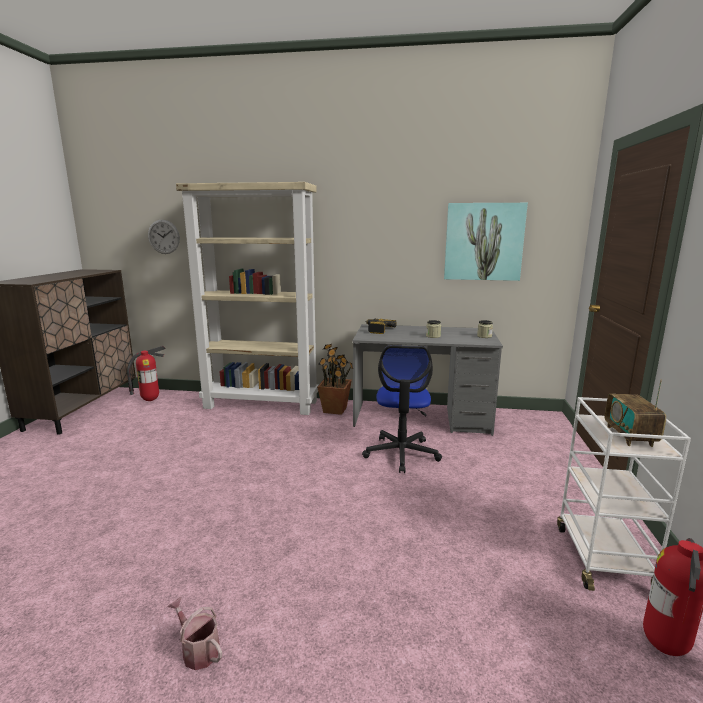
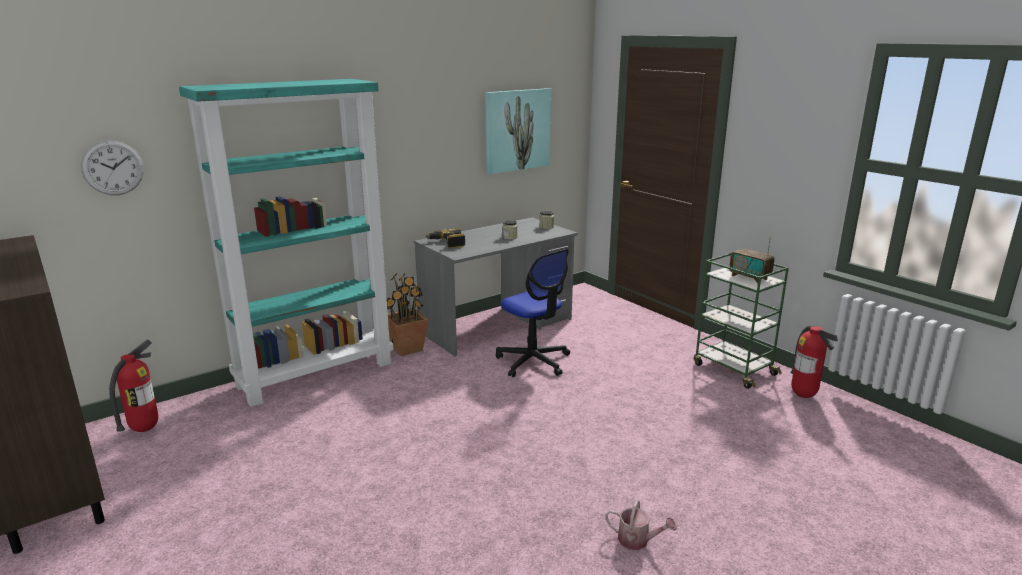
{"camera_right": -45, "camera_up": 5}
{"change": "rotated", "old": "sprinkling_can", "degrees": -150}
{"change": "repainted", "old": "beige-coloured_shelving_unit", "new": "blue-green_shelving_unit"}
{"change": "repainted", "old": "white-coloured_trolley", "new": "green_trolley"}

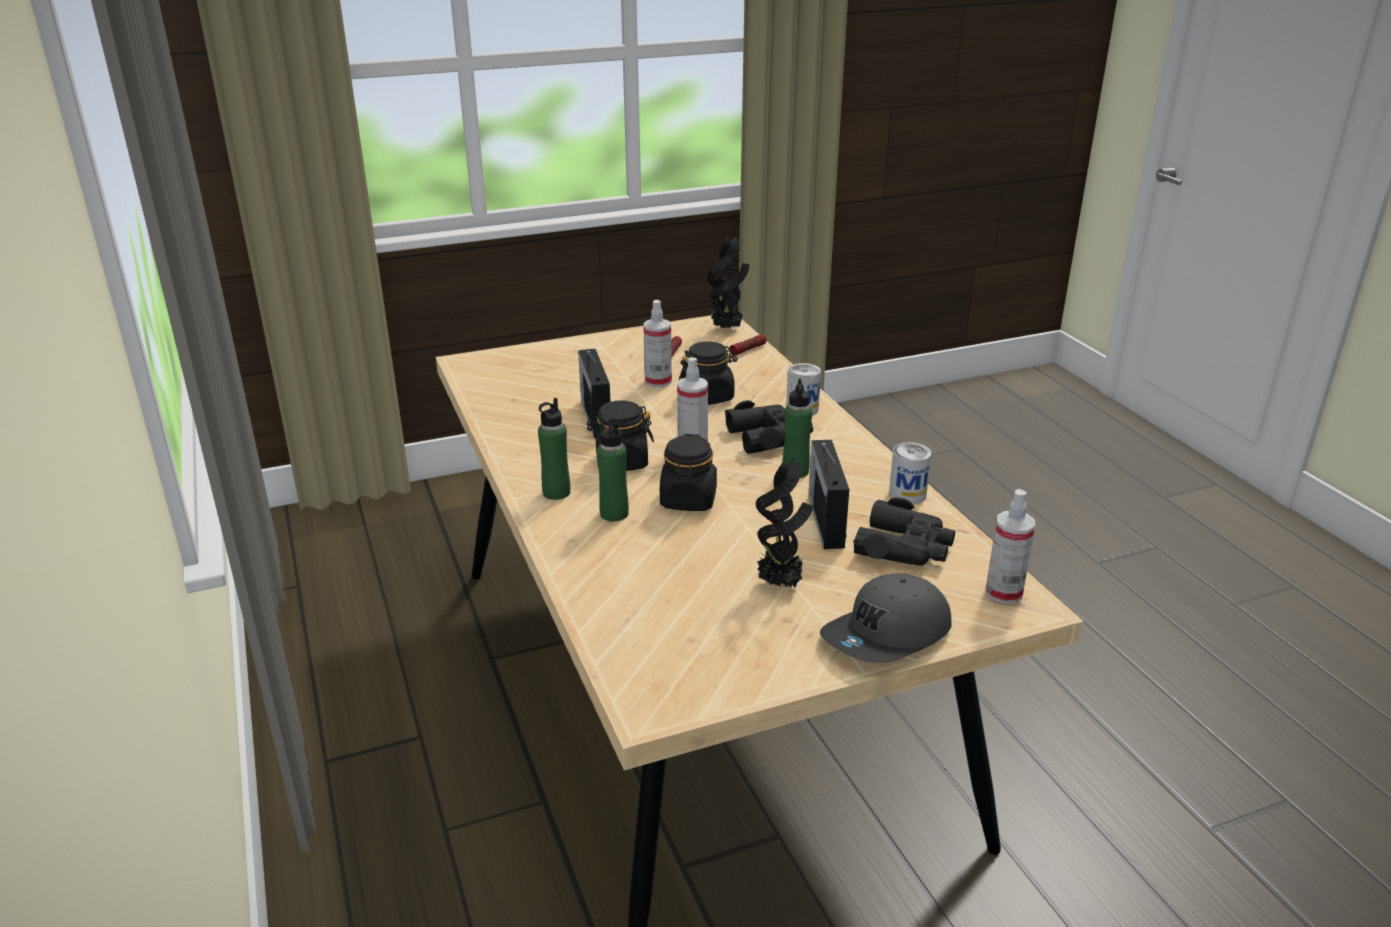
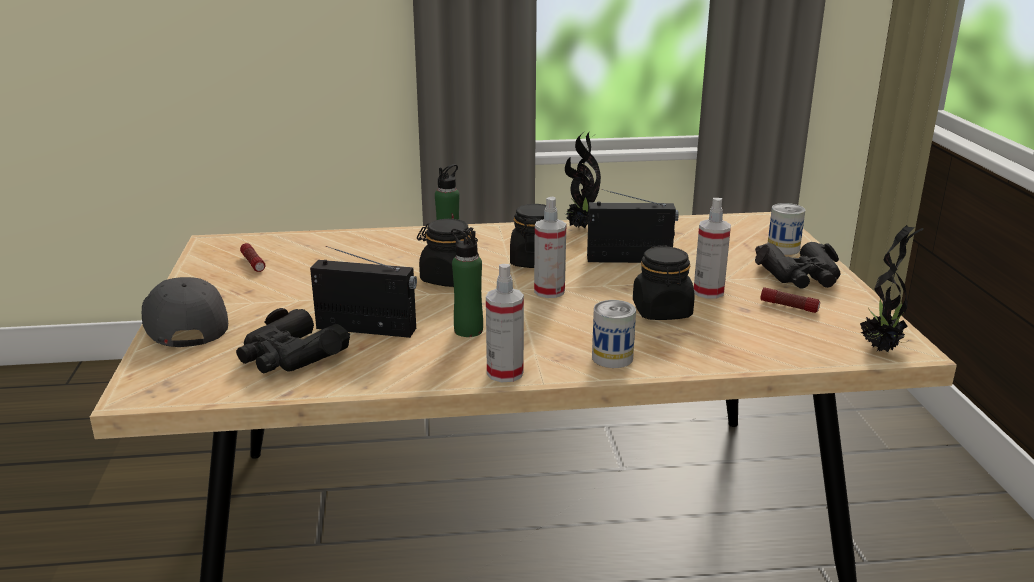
{"camera_right": 105, "camera_up": -5}
{"change": "gone", "old": "green_drink_bottle (no. 1 from left)"}
{"change": "shifted", "old": "black_field_glasses (no. 1 from left in the first image)", "new": "black_field_glasses (no. 2 from left)"}
{"change": "shifted", "old": "torch (no. 2 from left in the first image)", "new": "torch (no. 1 from left)"}
{"change": "shifted", "old": "houseplant (no. 2 from left in the first image)", "new": "houseplant (no. 1 from left)"}
{"change": "shifted", "old": "sealed_can (no. 2 from left)"}
{"change": "shifted", "old": "hand_sprayer (no. 3 from left in the first image)", "new": "hand_sprayer (no. 1 from left)"}

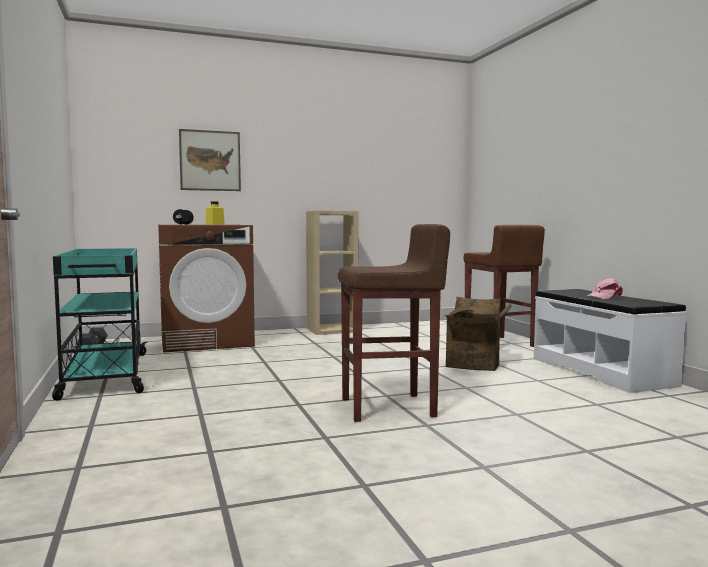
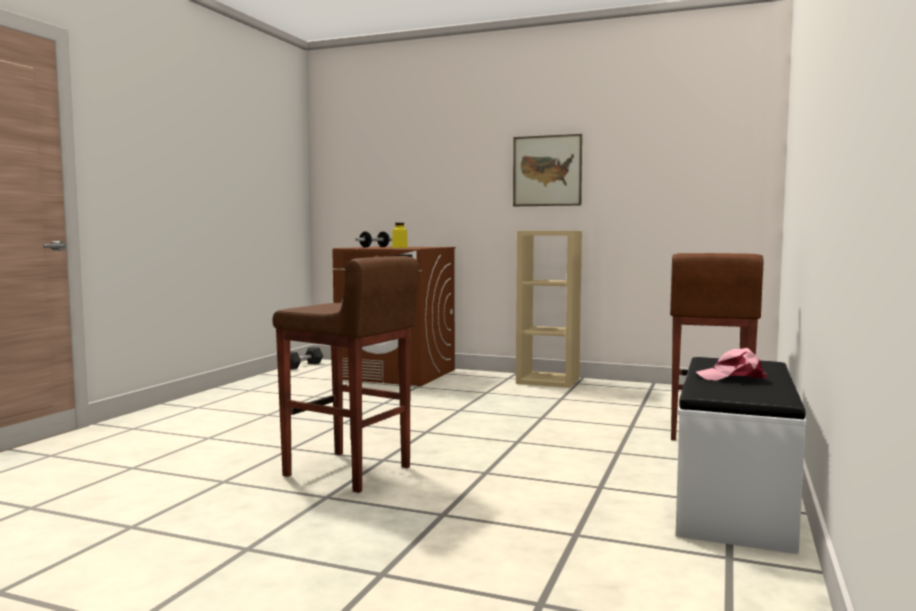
{"camera_right": 40, "camera_up": 0}
{"change": "gone", "old": "blue-green_trolley"}
{"change": "shifted", "old": "wall_picture"}
{"change": "gone", "old": "cardboard_box"}

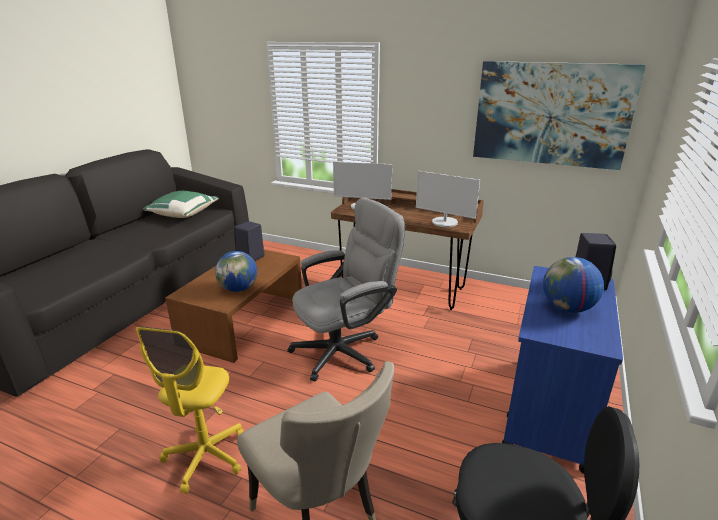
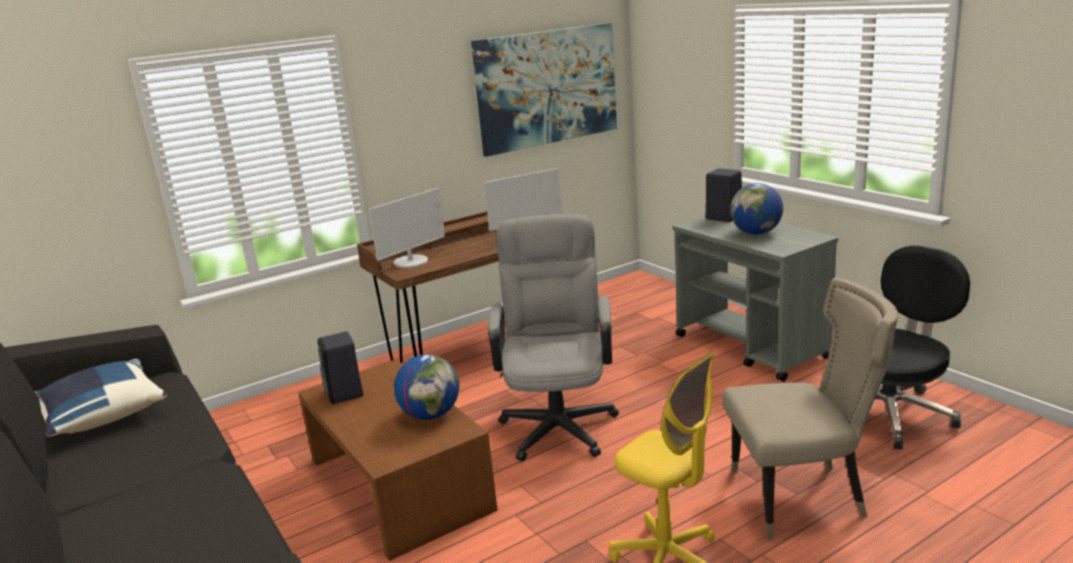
{"camera_right": -55, "camera_up": -5}
{"change": "repainted", "old": "green_cushion", "new": "blue_cushion"}
{"change": "repainted", "old": "blue_trolley", "new": "gray_trolley"}

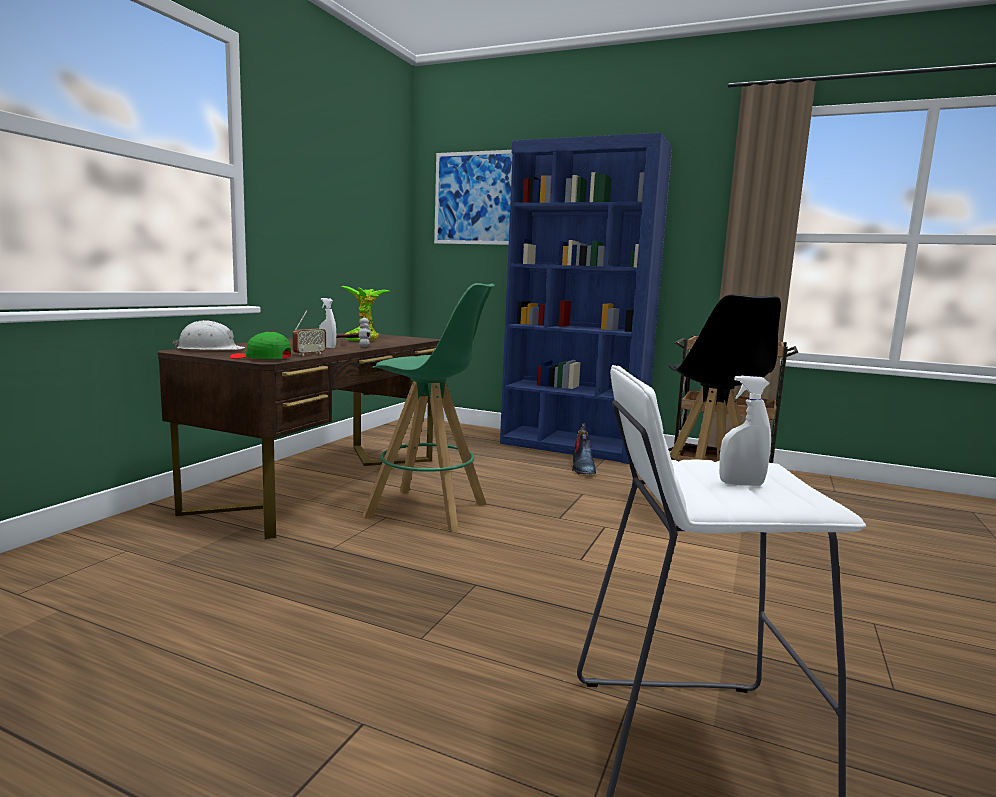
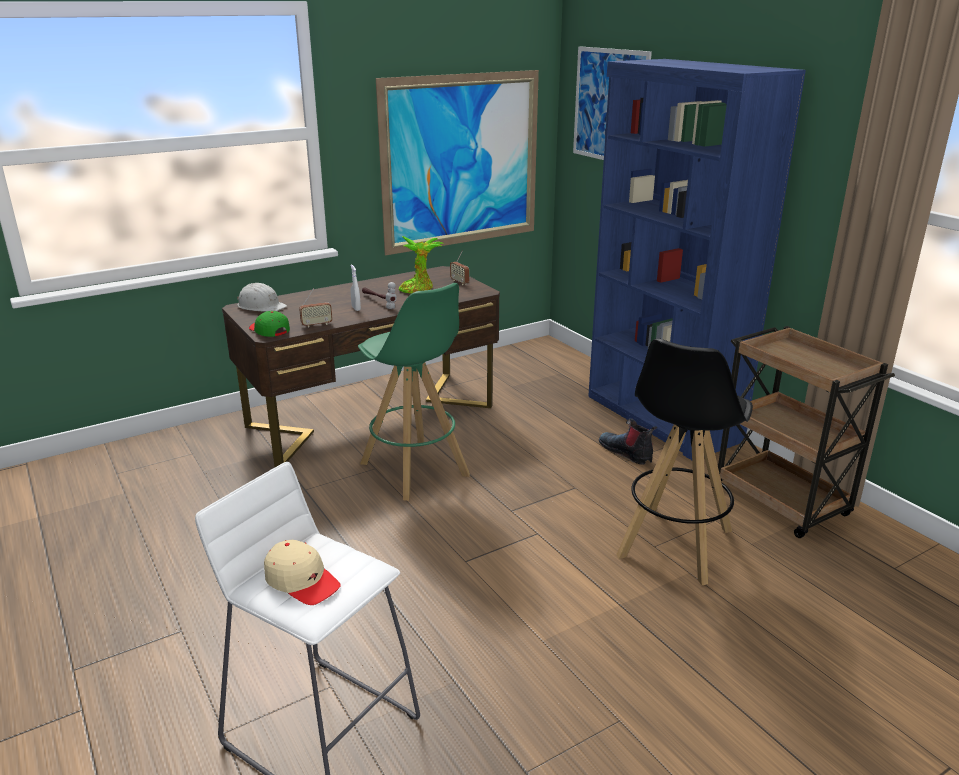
{"camera_right": 35, "camera_up": 15}
{"change": "rotated", "old": "high-top_boot", "degrees": 105}
{"change": "swapped", "old": "white-coloured_hand_sprayer (no. 2 from left)", "new": "beige-coloured_peaked_cap"}
{"change": "new", "new": "wall_picture (no. 1 from left)"}
{"change": "new", "new": "radio_receiver (no. 2 from left)"}

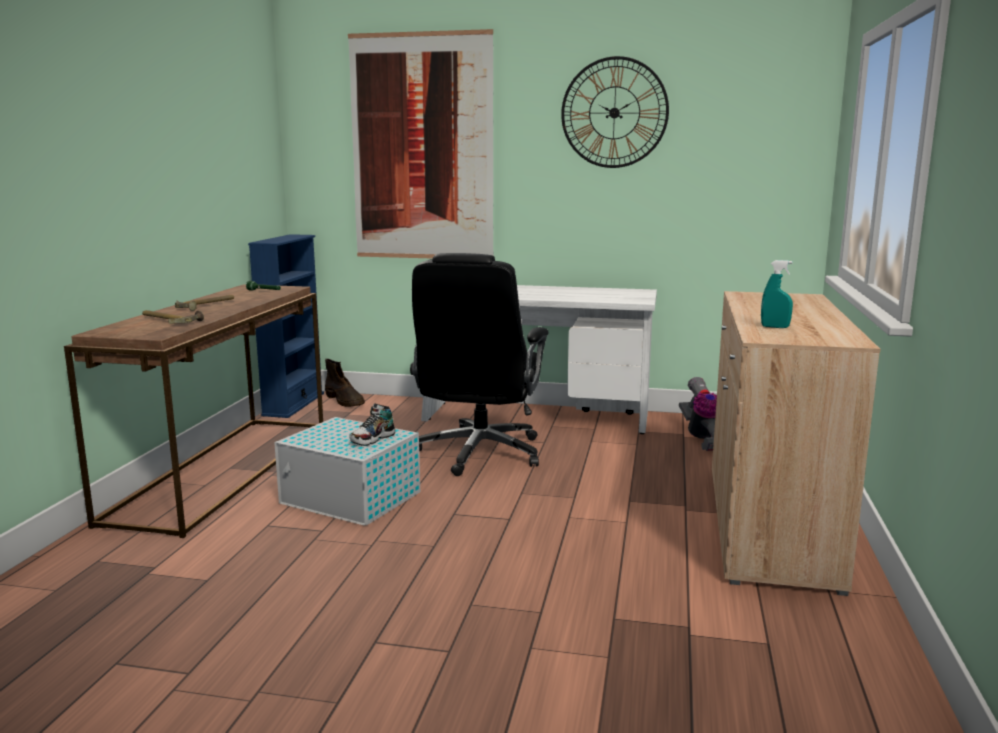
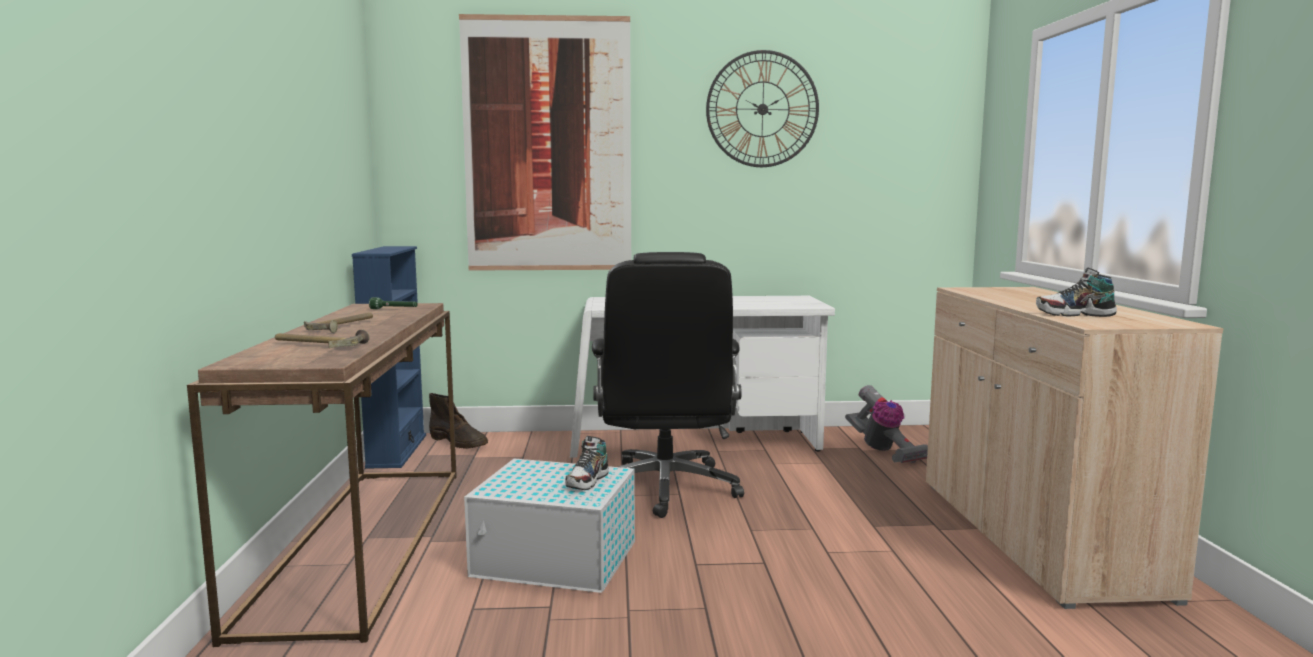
{"camera_right": -15, "camera_up": -5}
{"change": "swapped", "old": "blue-green_hand_sprayer", "new": "low_shoe (no. 2 from left)"}

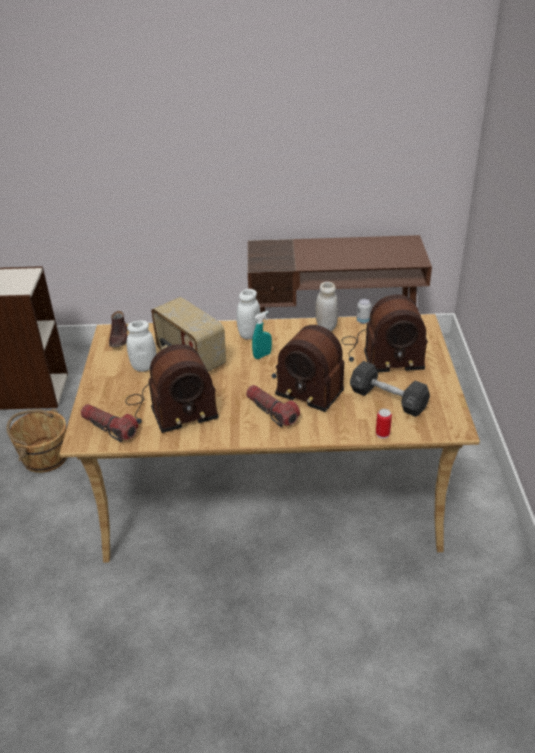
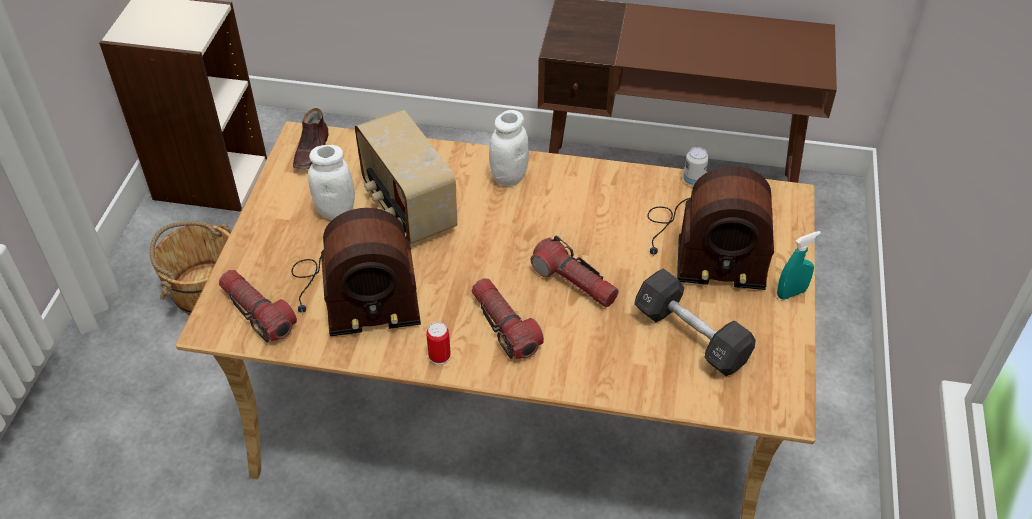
{"camera_right": 10, "camera_up": 10}
{"change": "shifted", "old": "blue-green_hand_sprayer"}
{"change": "swapped", "old": "radio_receiver (no. 3 from left)", "new": "torch (no. 3 from left)"}
{"change": "gone", "old": "white-coloured_jar (no. 3 from left)"}
{"change": "shifted", "old": "sealed_can (no. 2 from left in the first image)", "new": "sealed_can (no. 1 from left)"}

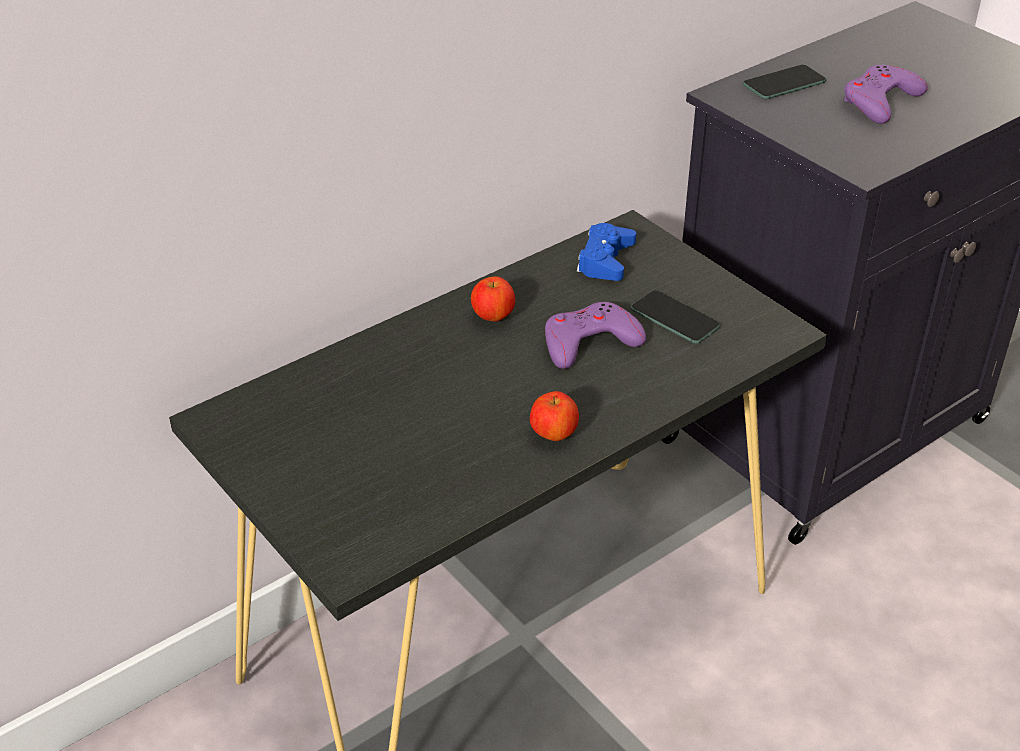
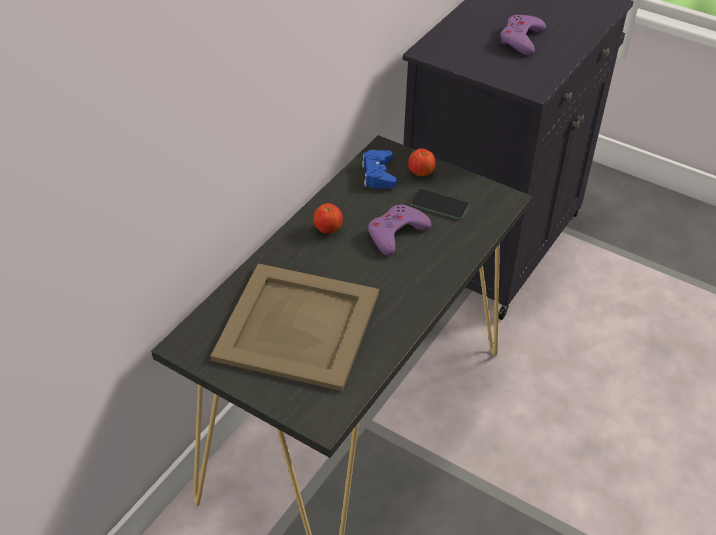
{"camera_right": -20, "camera_up": 5}
{"change": "shifted", "old": "apple_fruit (no. 2 from left)"}
{"change": "gone", "old": "handset (no. 2 from left)"}
{"change": "new", "new": "beige-coloured_carrying_tray"}

